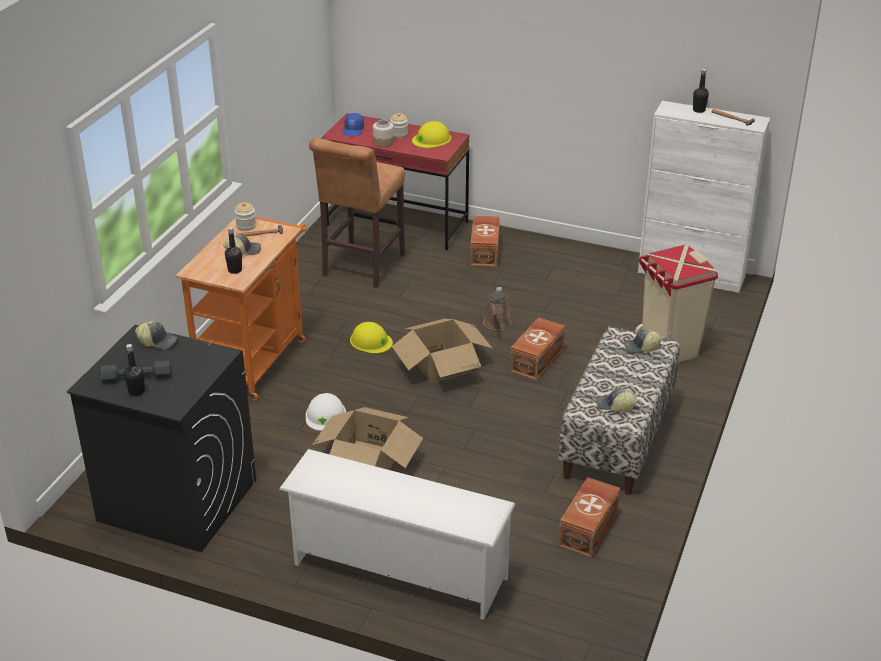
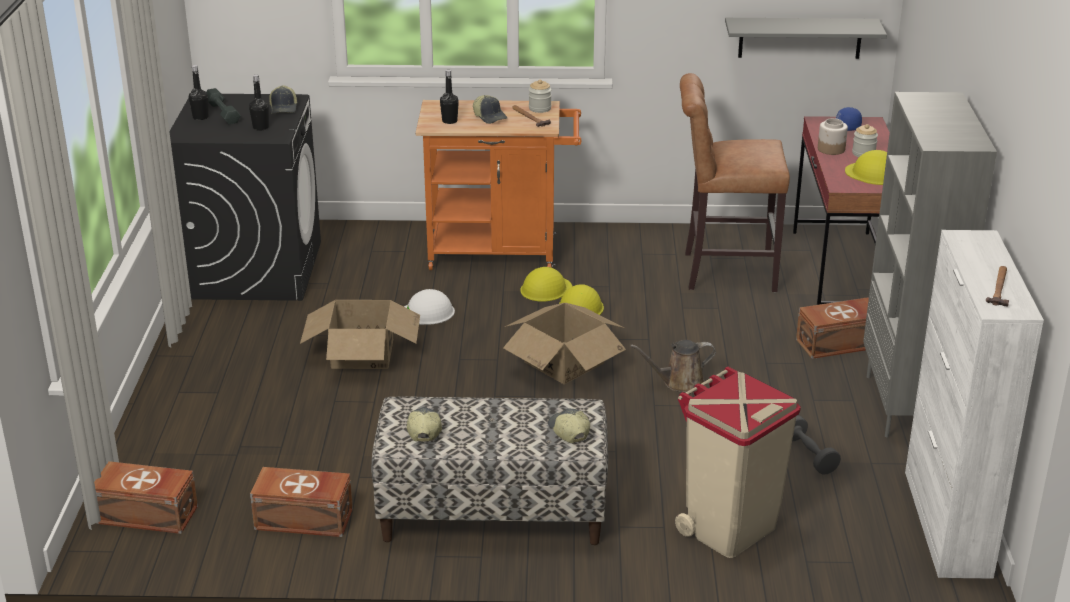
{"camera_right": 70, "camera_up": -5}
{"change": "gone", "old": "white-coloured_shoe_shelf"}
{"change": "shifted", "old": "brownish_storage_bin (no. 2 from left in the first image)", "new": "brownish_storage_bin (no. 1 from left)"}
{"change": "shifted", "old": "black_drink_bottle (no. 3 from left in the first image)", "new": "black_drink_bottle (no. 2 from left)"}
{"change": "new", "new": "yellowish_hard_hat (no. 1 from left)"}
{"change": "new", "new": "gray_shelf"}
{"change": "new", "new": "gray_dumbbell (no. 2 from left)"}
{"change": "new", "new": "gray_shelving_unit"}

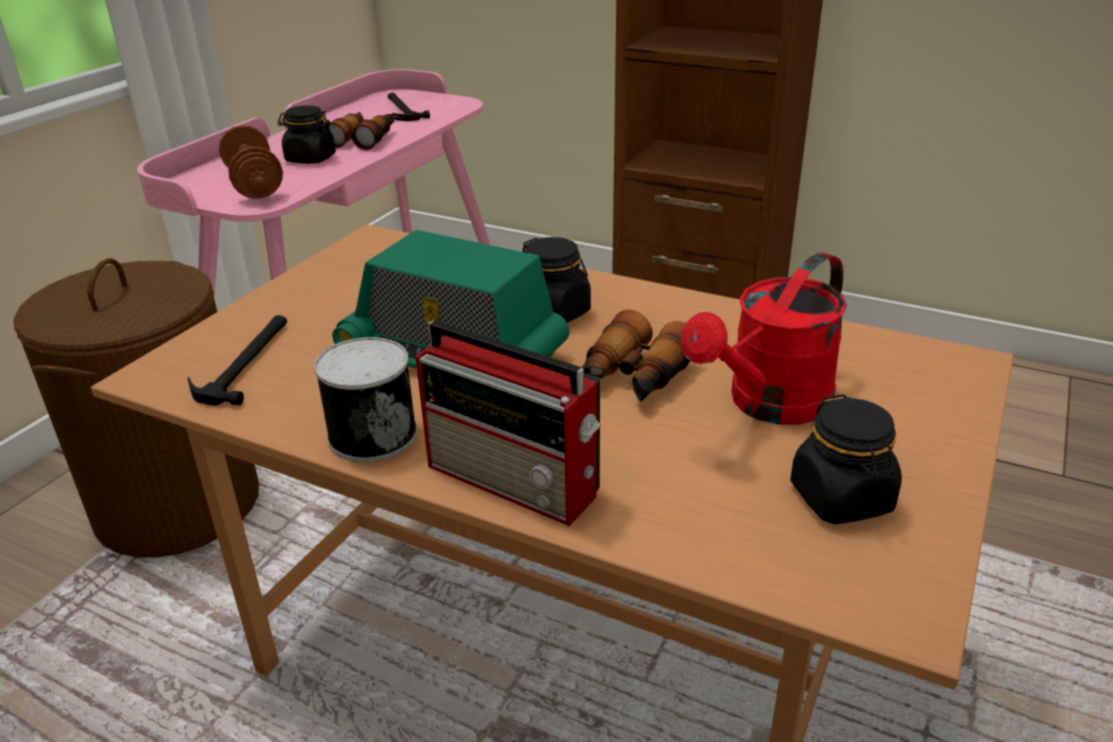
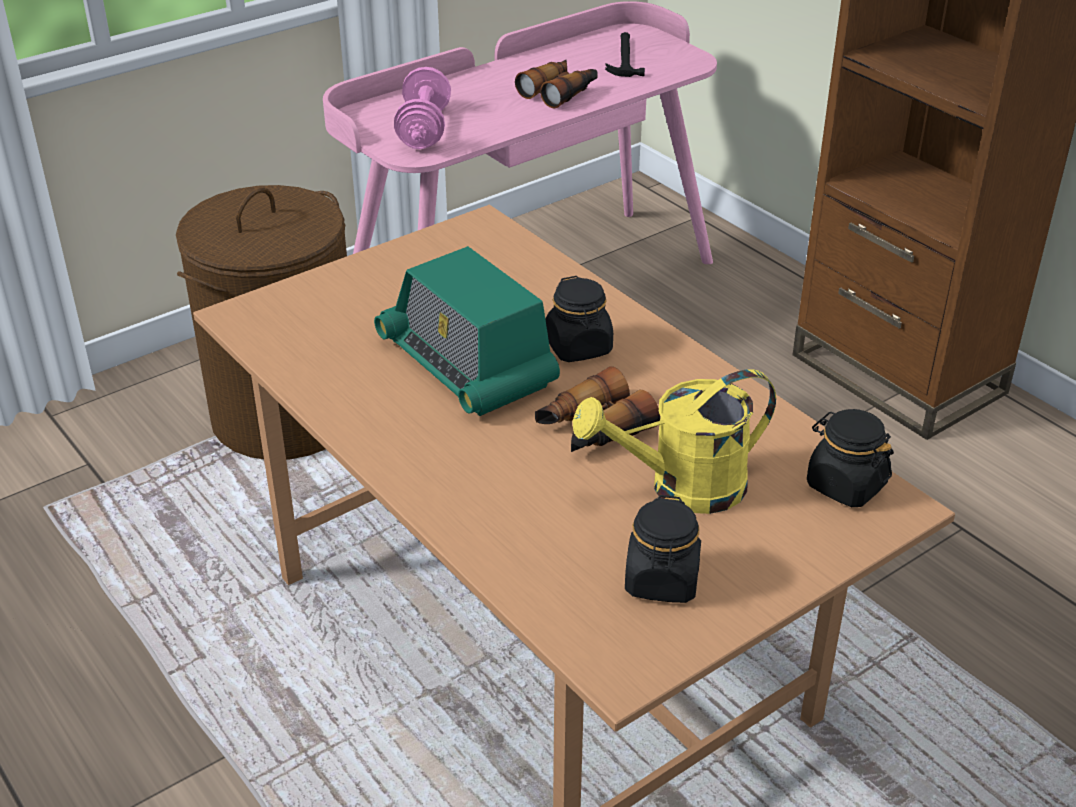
{"camera_right": 25, "camera_up": 5}
{"change": "gone", "old": "hand_hammer (no. 1 from left)"}
{"change": "repainted", "old": "brownish_dumbbell", "new": "pink_dumbbell"}
{"change": "shifted", "old": "black_jar (no. 1 from left in the first image)", "new": "black_jar (no. 3 from left)"}
{"change": "gone", "old": "sealed_can"}
{"change": "gone", "old": "radio_receiver (no. 2 from left)"}
{"change": "repainted", "old": "red-coloured_sprinkling_can", "new": "yellowish_sprinkling_can"}

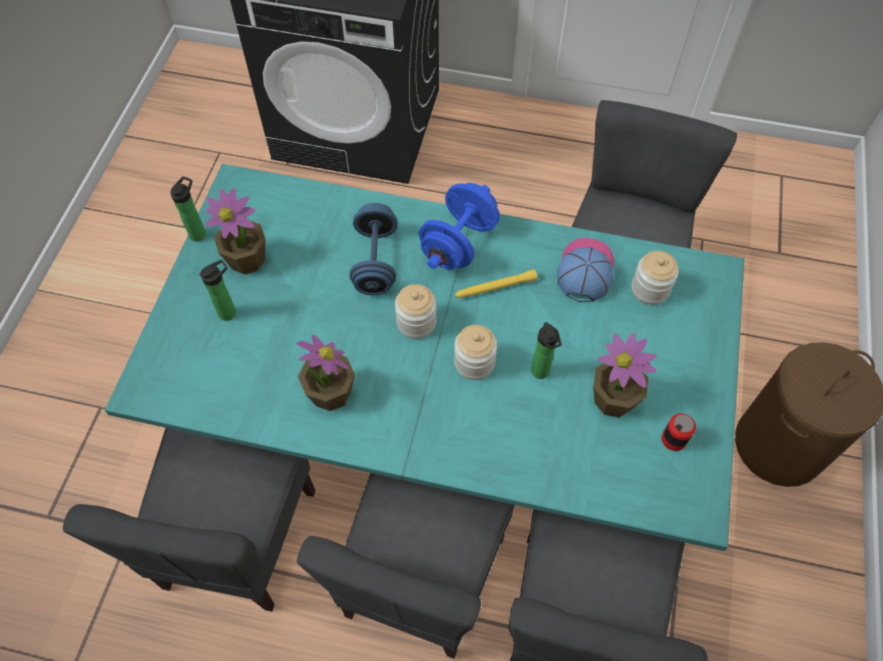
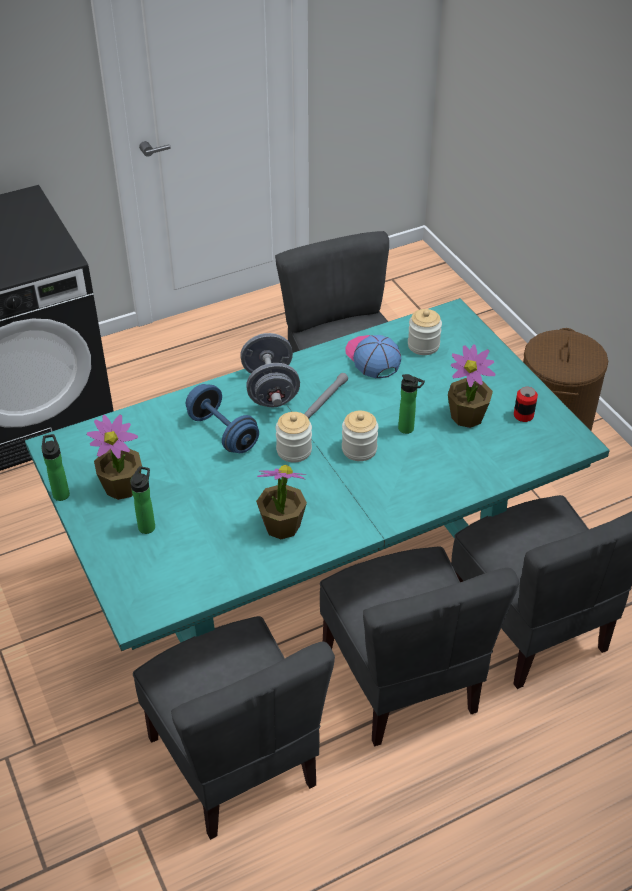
{"camera_right": -40, "camera_up": -15}
{"change": "repainted", "old": "blue_dumbbell (no. 2 from left)", "new": "gray_dumbbell"}
{"change": "repainted", "old": "yellowish_torch", "new": "gray_torch"}

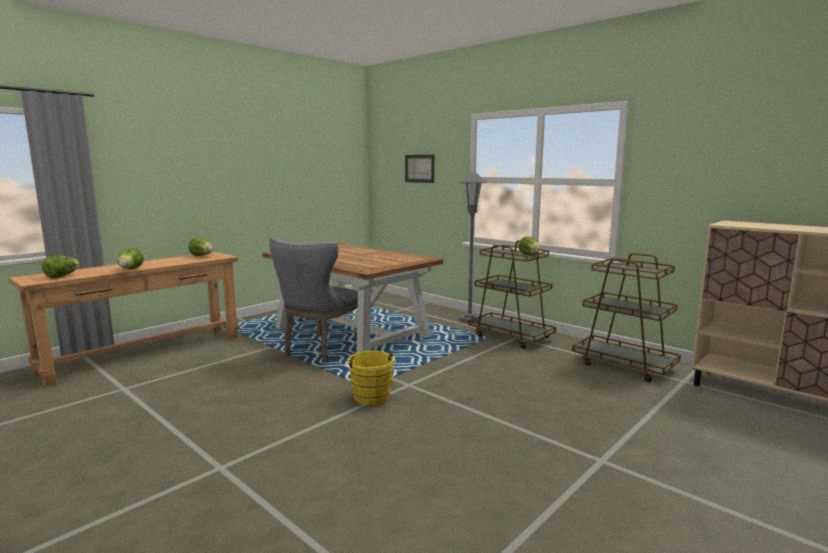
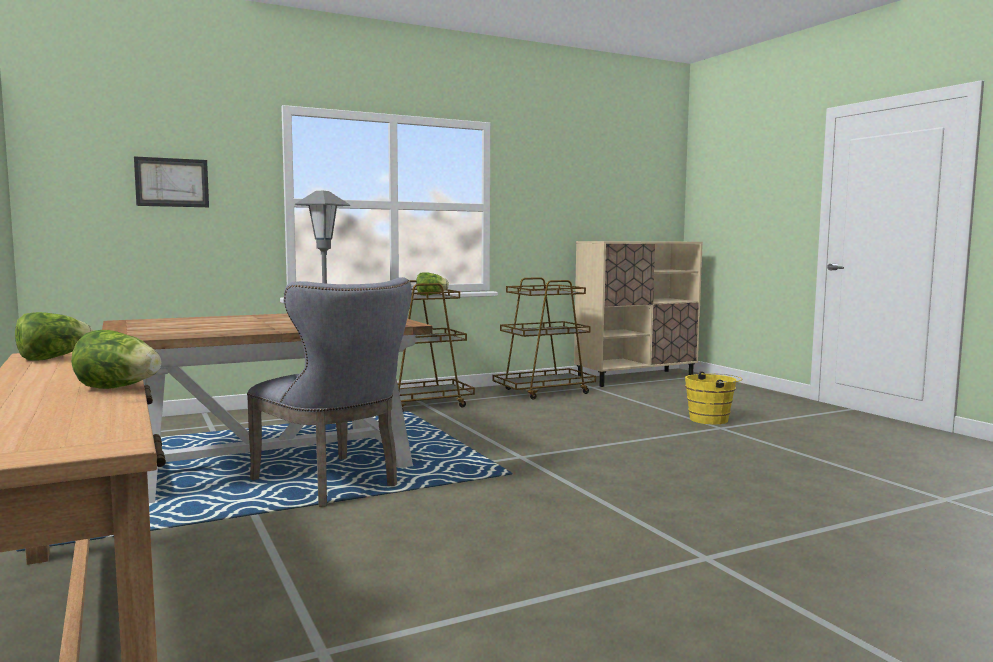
{"camera_right": -70, "camera_up": -5}
{"change": "gone", "old": "lettuce (no. 1 from left)"}
{"change": "shifted", "old": "yellowish_pail"}

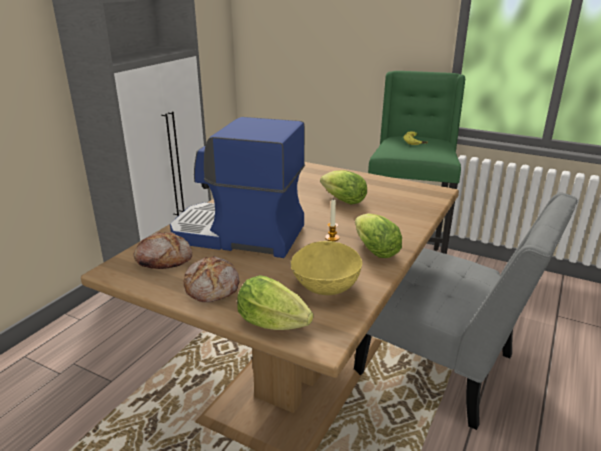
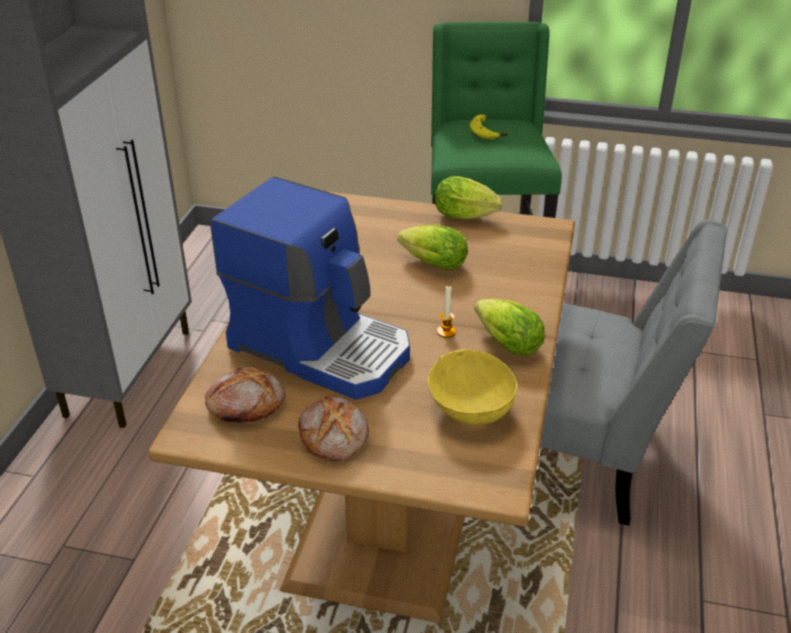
{"camera_right": -15, "camera_up": 10}
{"change": "rotated", "old": "coffee_maker", "degrees": -150}
{"change": "shifted", "old": "lettuce (no. 1 from left in the first image)", "new": "lettuce (no. 2 from left)"}

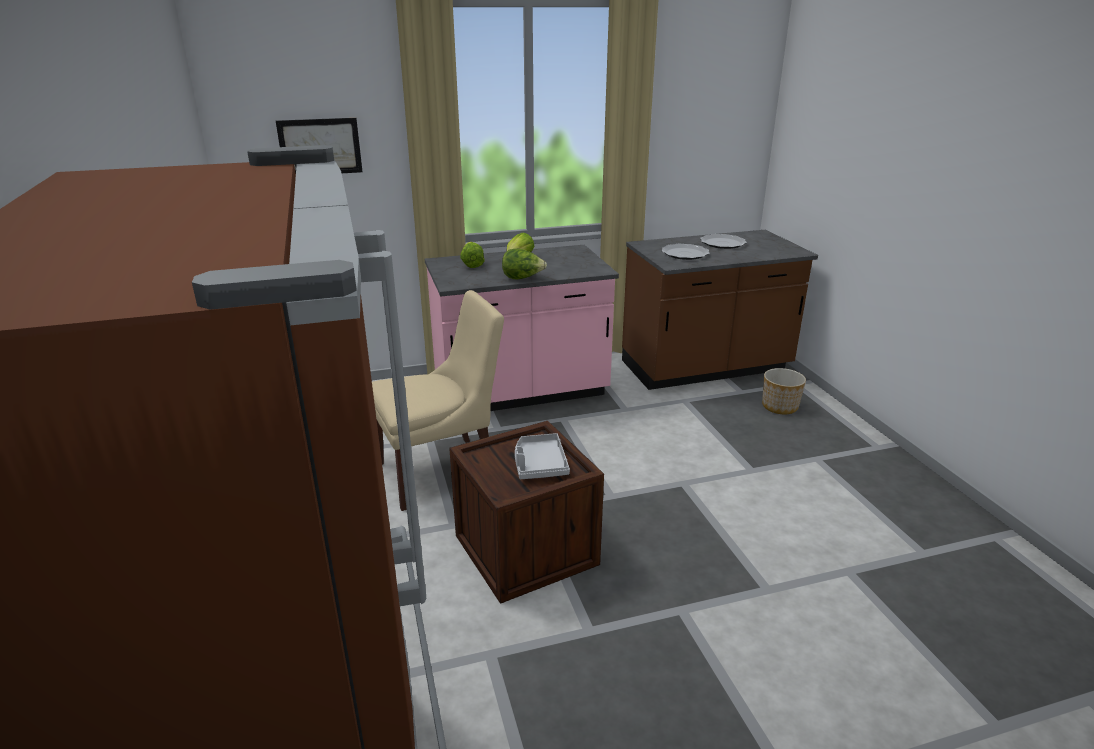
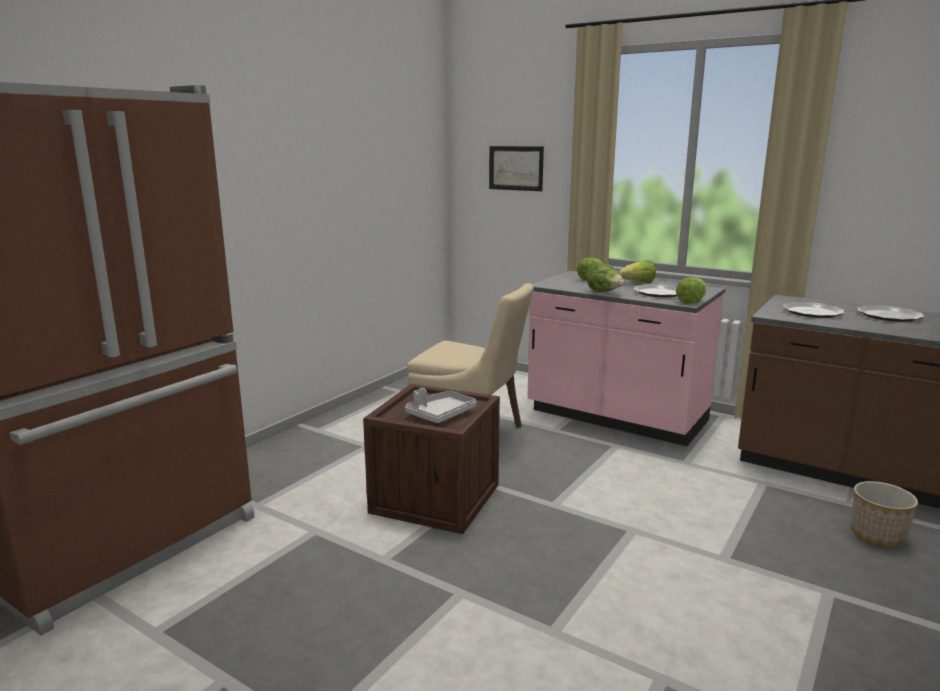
{"camera_right": 50, "camera_up": -10}
{"change": "new", "new": "dinner_plate (no. 1 from left)"}
{"change": "new", "new": "lettuce (no. 4 from left)"}

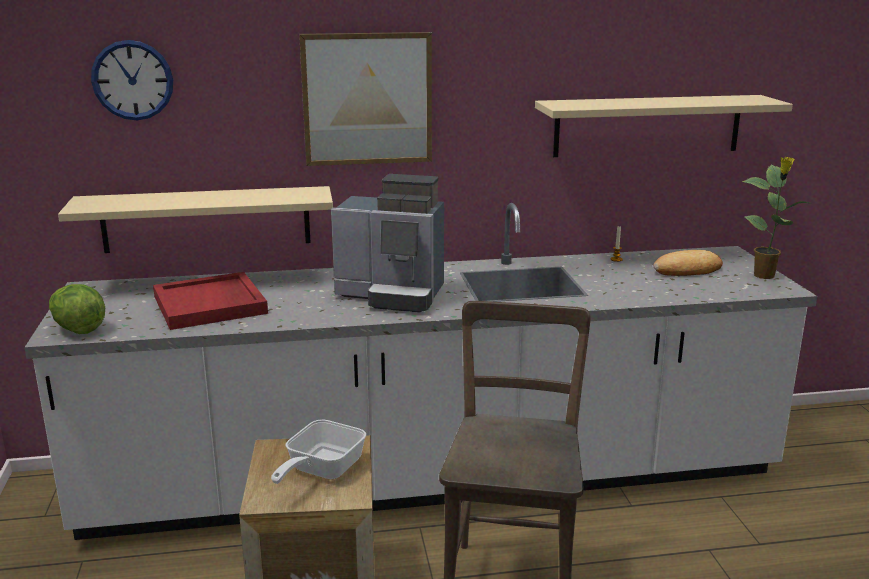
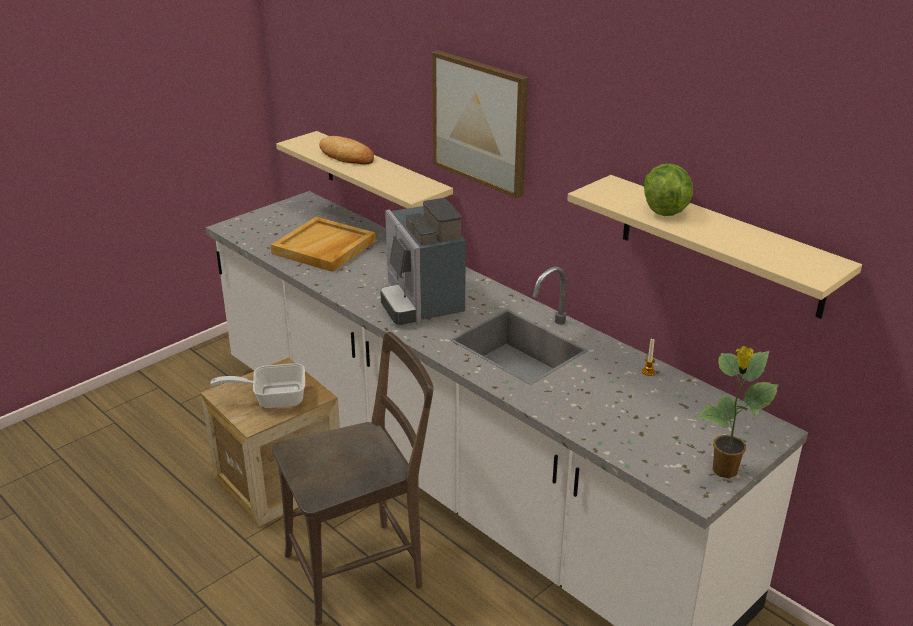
{"camera_right": 55, "camera_up": 10}
{"change": "shifted", "old": "lettuce"}
{"change": "gone", "old": "wall_clock"}
{"change": "repainted", "old": "red-coloured_carrying_tray", "new": "beige-coloured_carrying_tray"}
{"change": "shifted", "old": "bread"}

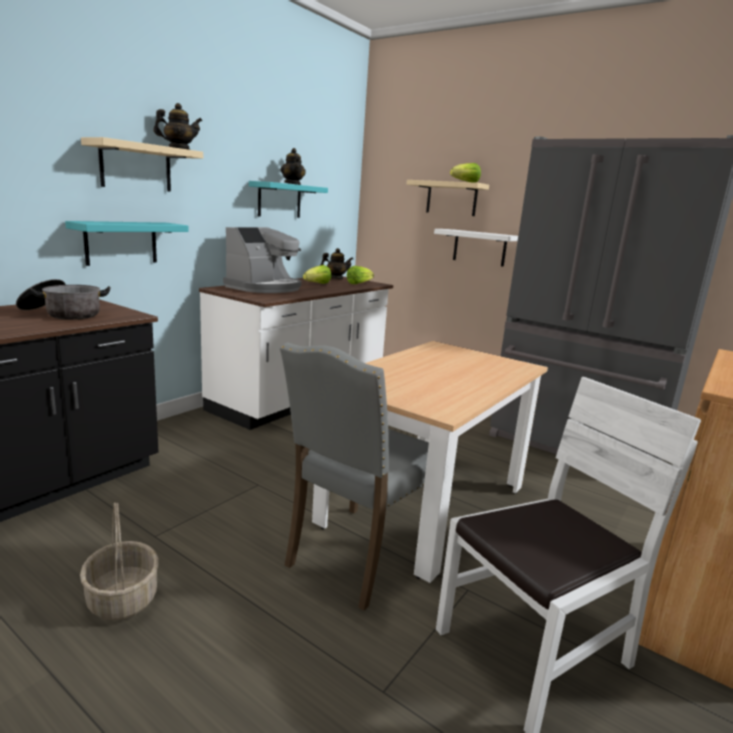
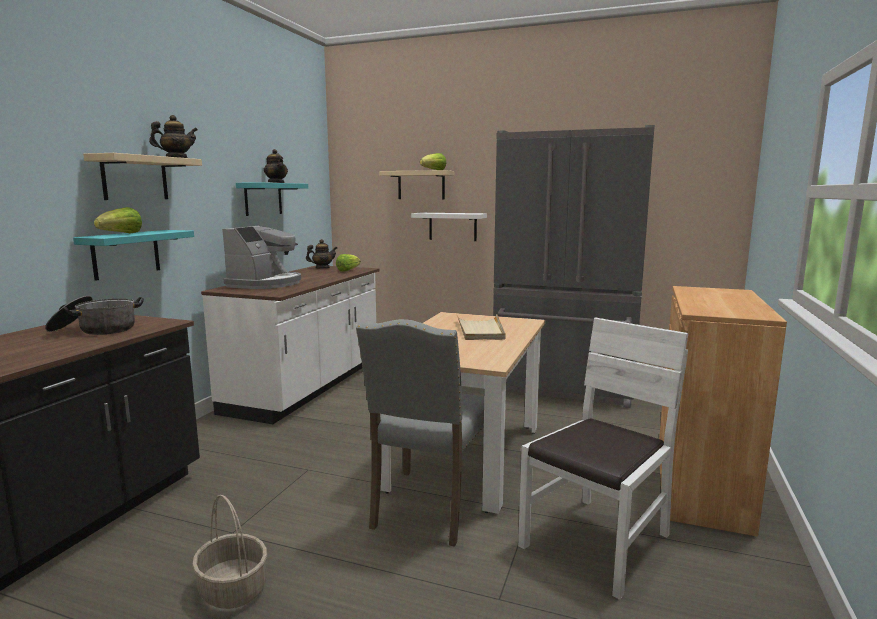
{"camera_right": -15, "camera_up": -5}
{"change": "shifted", "old": "lettuce (no. 1 from left)"}
{"change": "new", "new": "beige-coloured_carrying_tray"}

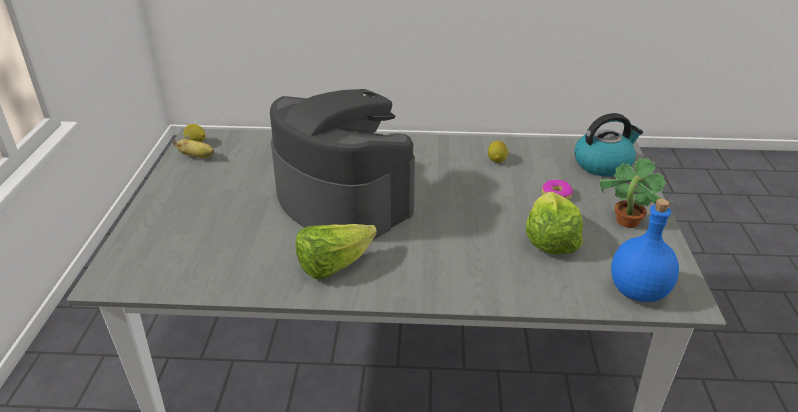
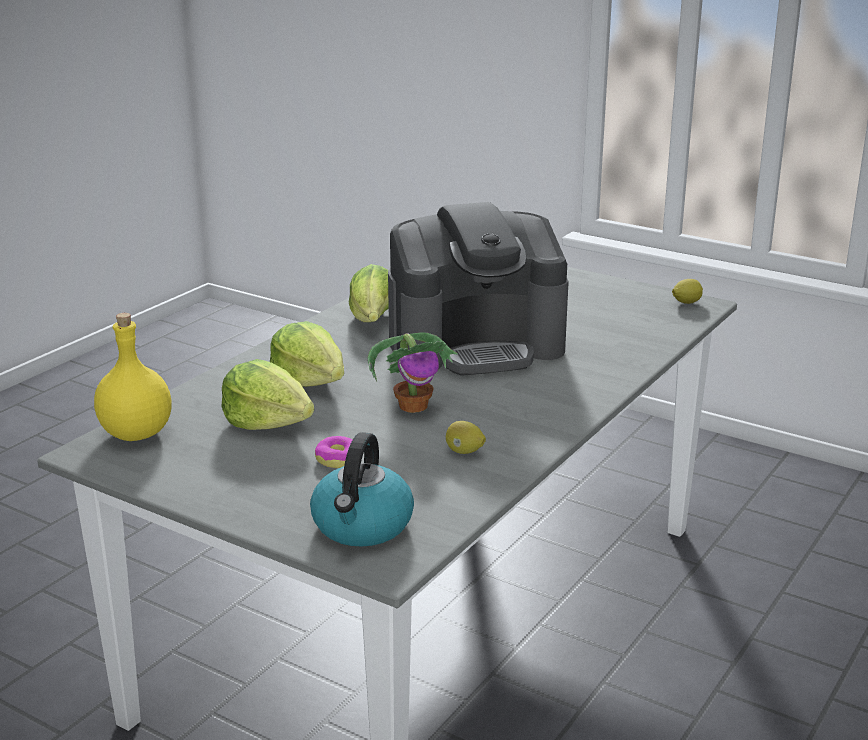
{"camera_right": 120, "camera_up": -10}
{"change": "gone", "old": "banana_fruit"}
{"change": "shifted", "old": "houseplant"}
{"change": "repainted", "old": "blue_drink_bottle", "new": "yellowish_drink_bottle"}
{"change": "new", "new": "lettuce (no. 2 from left)"}

